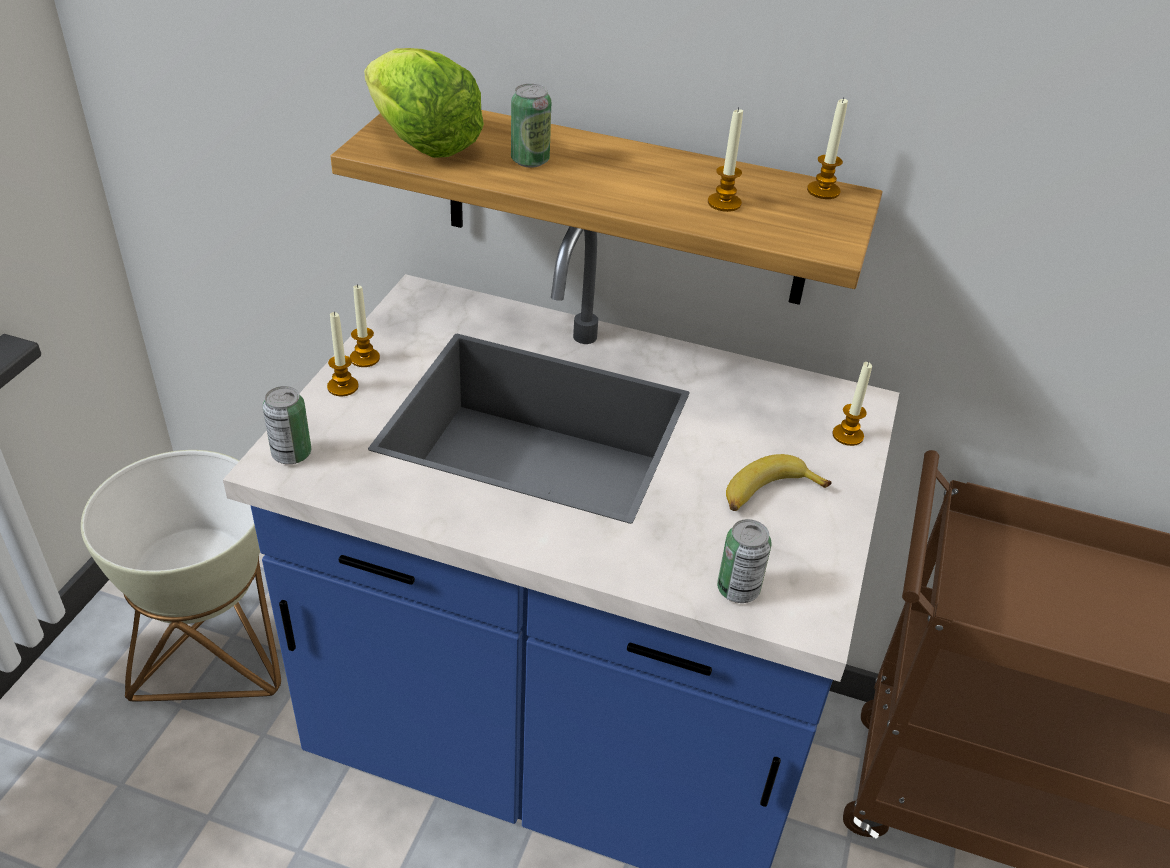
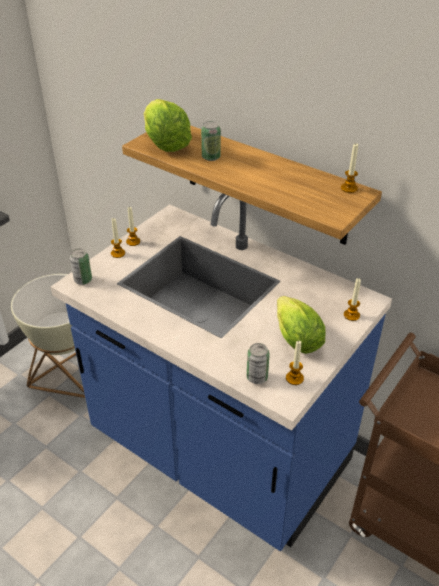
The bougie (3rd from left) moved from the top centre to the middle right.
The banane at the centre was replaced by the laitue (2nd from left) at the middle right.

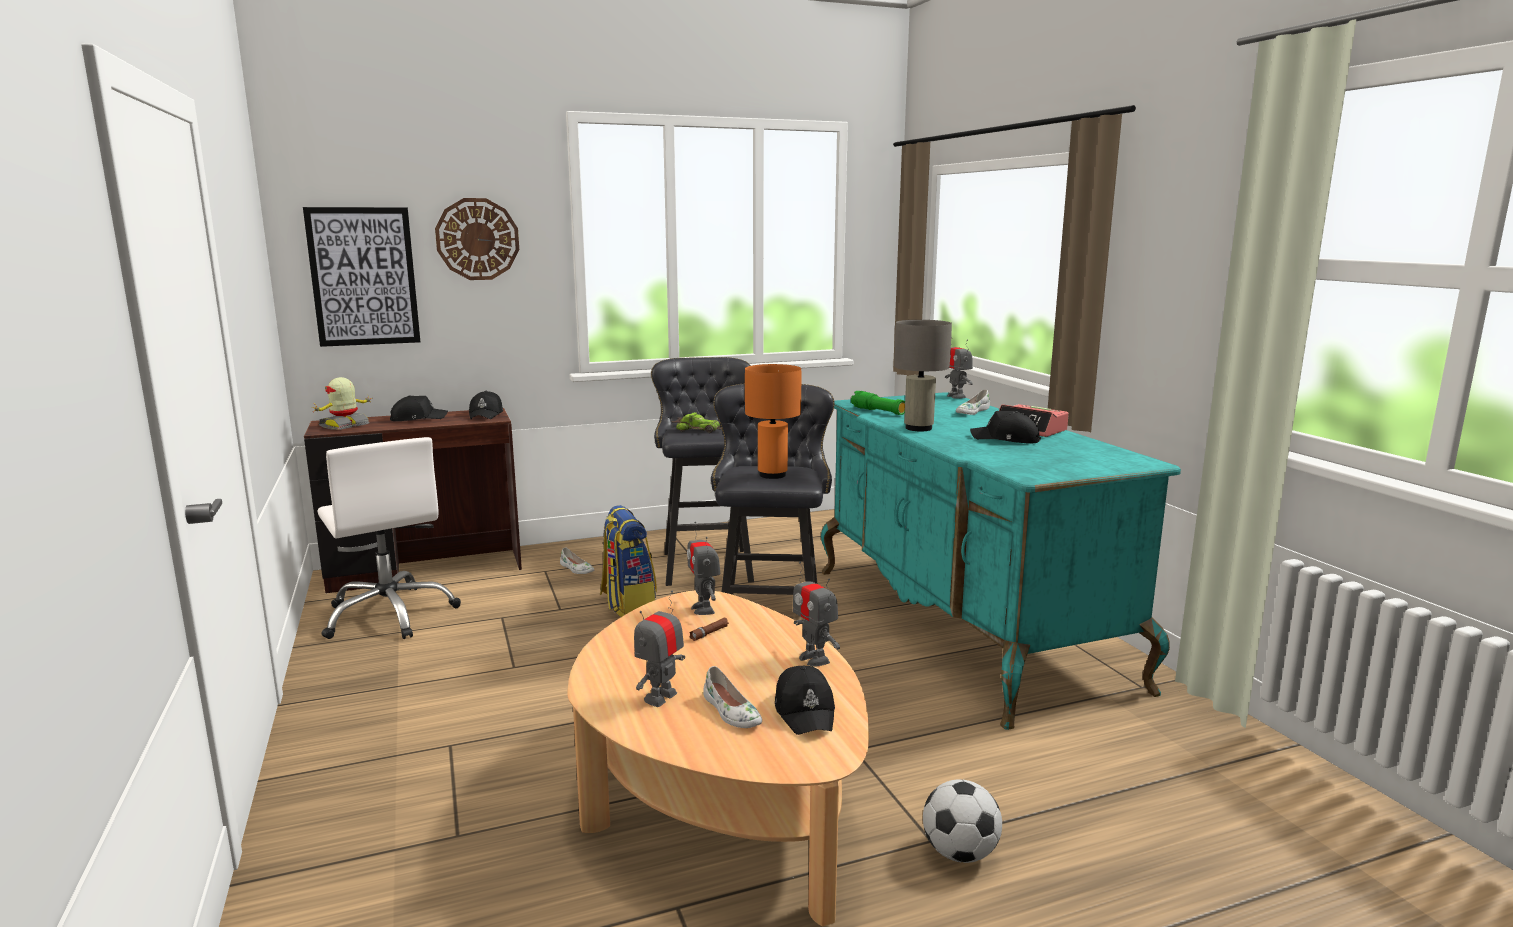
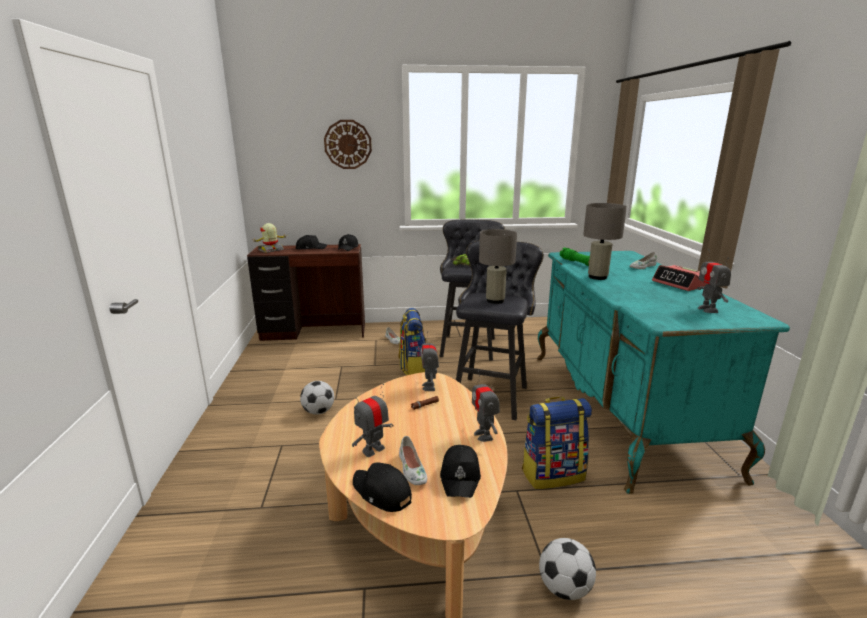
The tableau at the top left disappeared.
The chaise de bureau (blanc) at the middle left disappeared.
The lampe de table (orange) at the centre became the lampe de table (gris) (1st from left) at the centre.
The robot jouet (5th from left) moved from the centre to the middle right.
The casquette (noir) (4th from left in the first image) moved from the centre to the bottom centre.
The ballon de foot (1st from left) at the centre appeared.
The sac à dos (2nd from left) at the bottom centre appeared.

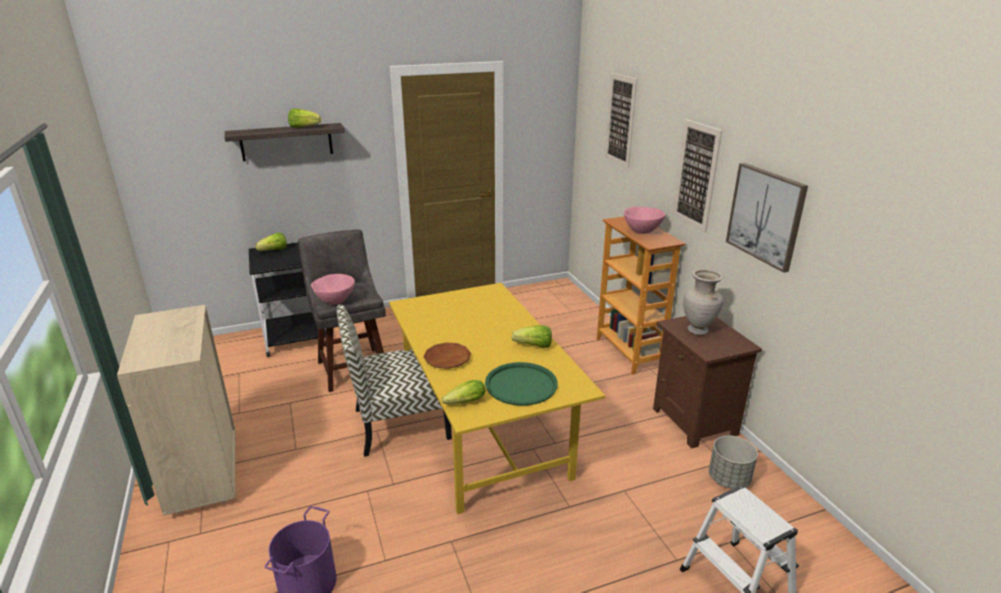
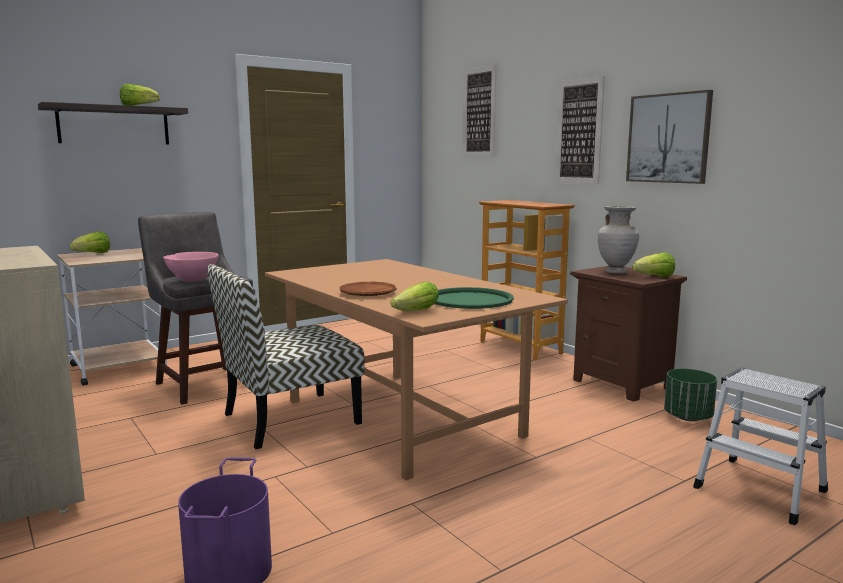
The chariot (noir) at the middle left became the chariot (beige) at the middle left.
The table à manger (jaune) at the bottom centre became the table à manger (marron) at the centre.
The laitue (4th from left) moved from the centre to the middle right.
The bol (rose) (2nd from left) at the centre disappeared.
The cache-pot (gris) at the bottom right became the cache-pot (vert) at the bottom right.

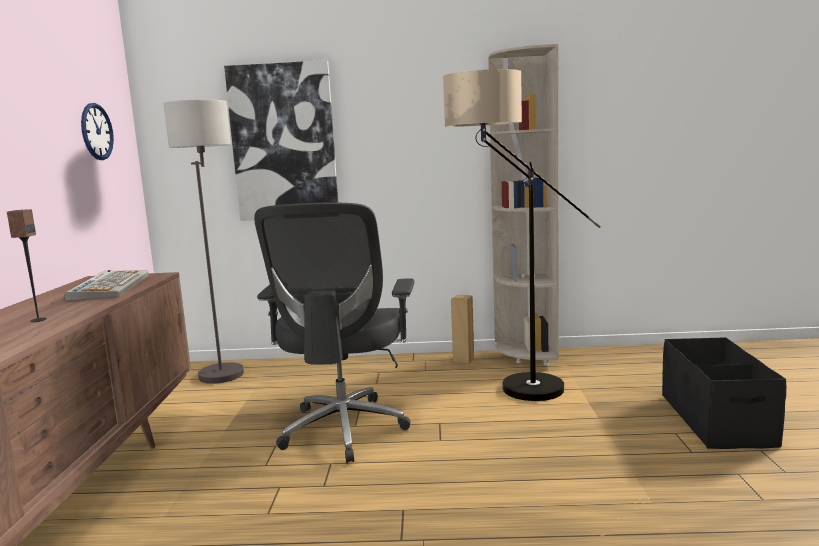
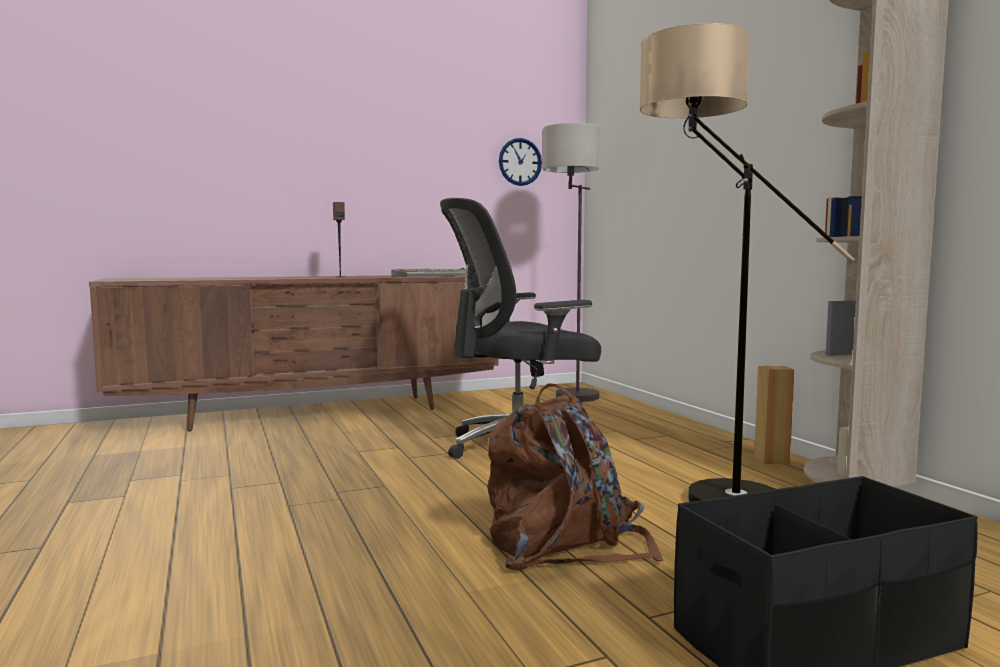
The tableau at the top centre disappeared.
The sac à dos (marron) at the bottom centre appeared.

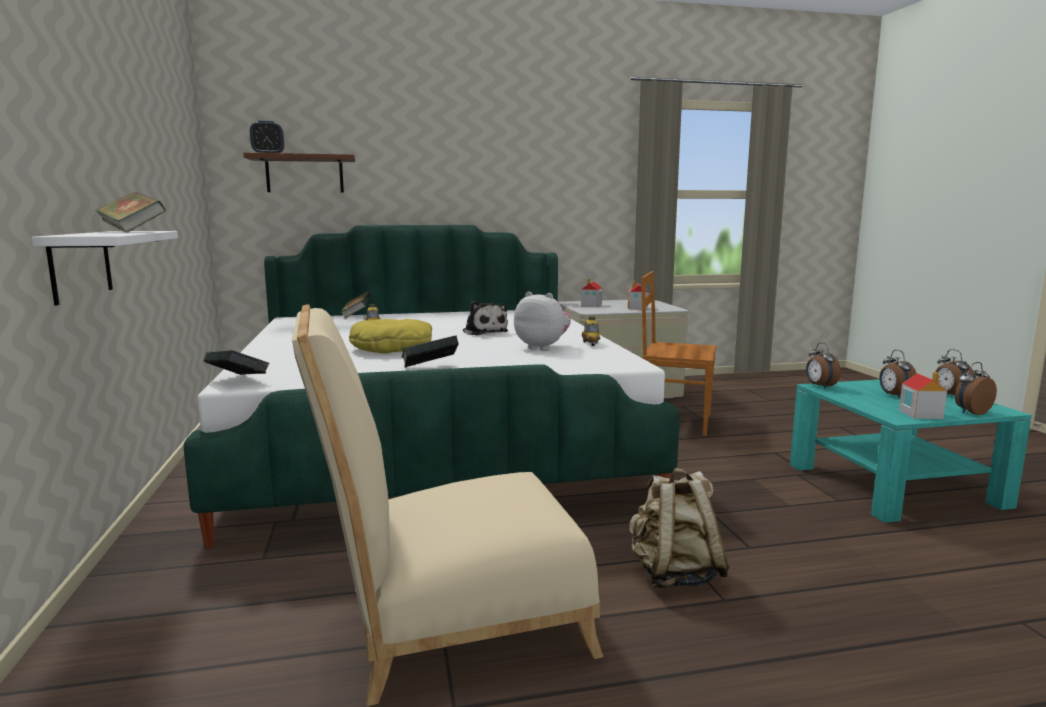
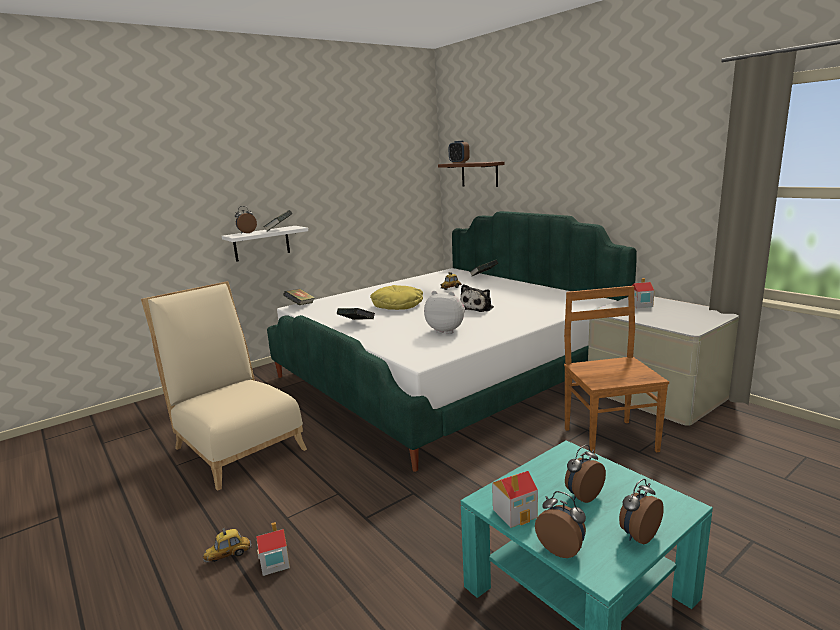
The peluche (2nd from left in the first image) at the centre turned 75 degrees counterclockwise.
The petite voiture (2nd from left in the first image) moved from the centre to the bottom left.
The maison miniature (2nd from left in the first image) moved from the centre to the bottom left.
The sac à dos (beige) at the bottom centre disappeared.
The réveil (2nd from left in the first image) moved from the middle right to the middle left.

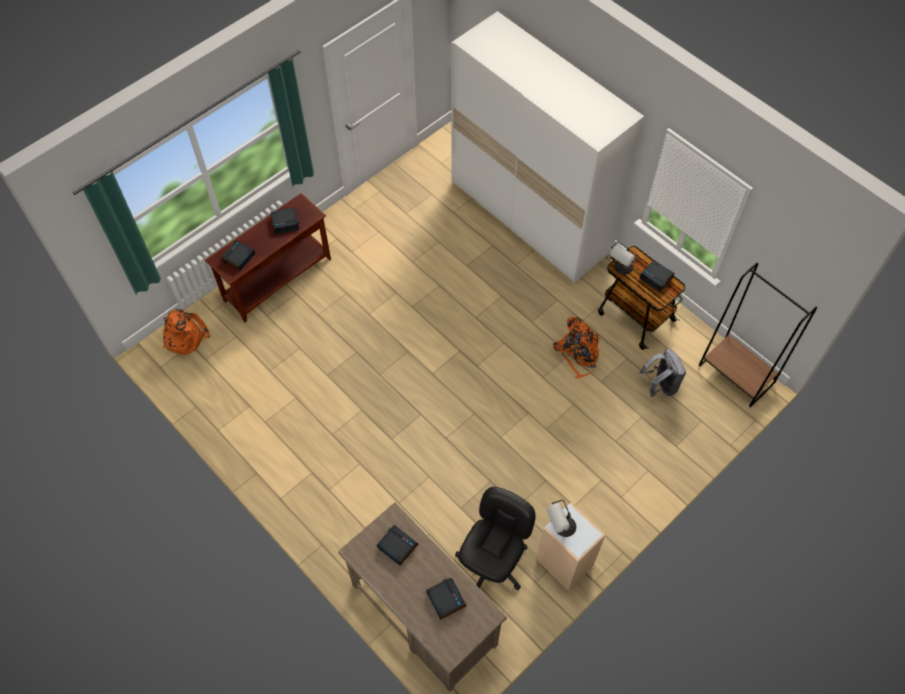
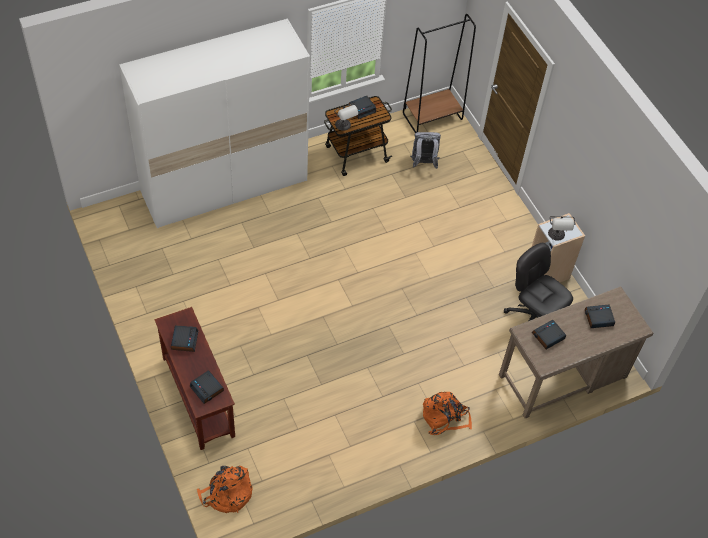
The sac à dos (orange) (2nd from left) moved from the centre to the bottom centre.

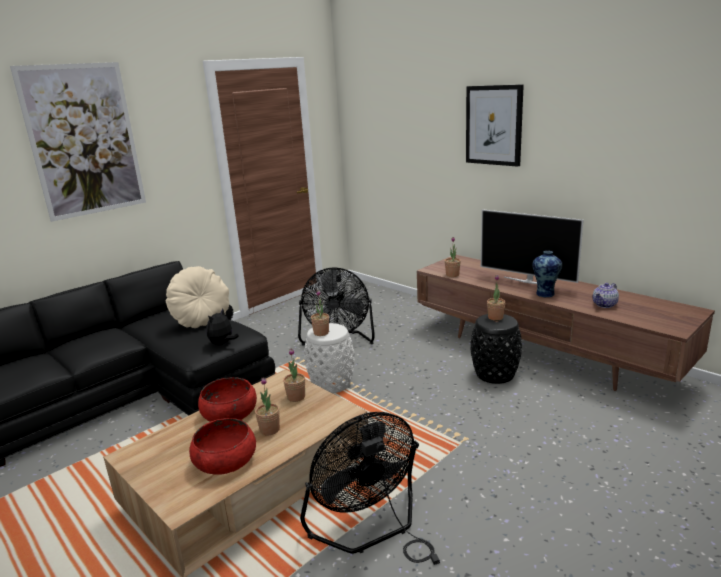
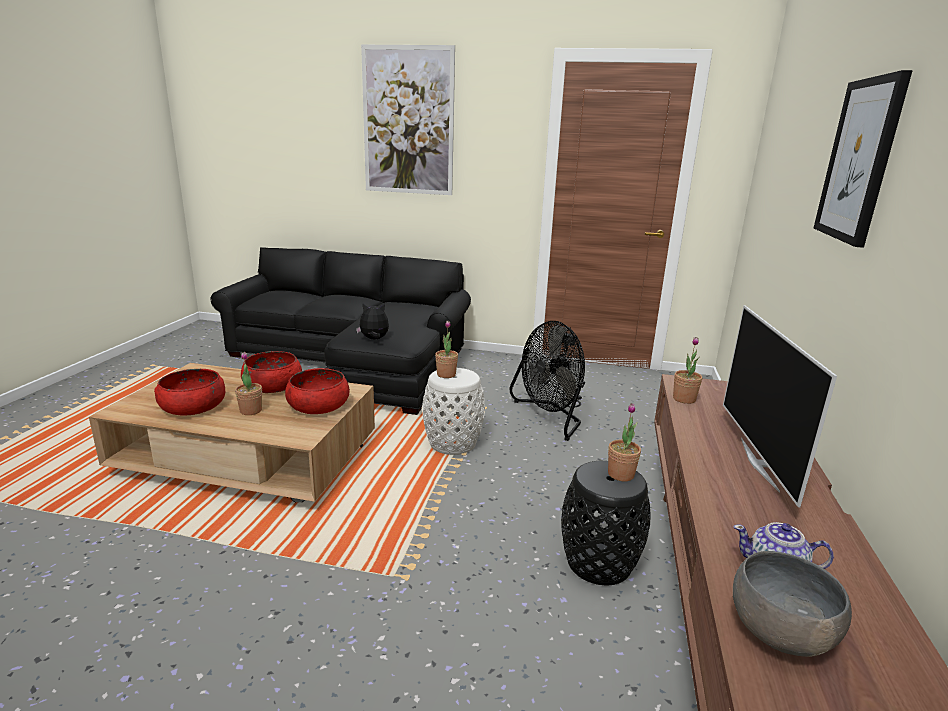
The coussin (beige) at the middle left disappeared.
The plante en pot (2nd from left) at the centre was replaced by the bol (rouge) (3rd from left) at the centre.
The ventilateur (noir) (2nd from left) at the bottom centre disappeared.
The vase at the middle right disappeared.
The bol (gris) at the bottom right appeared.

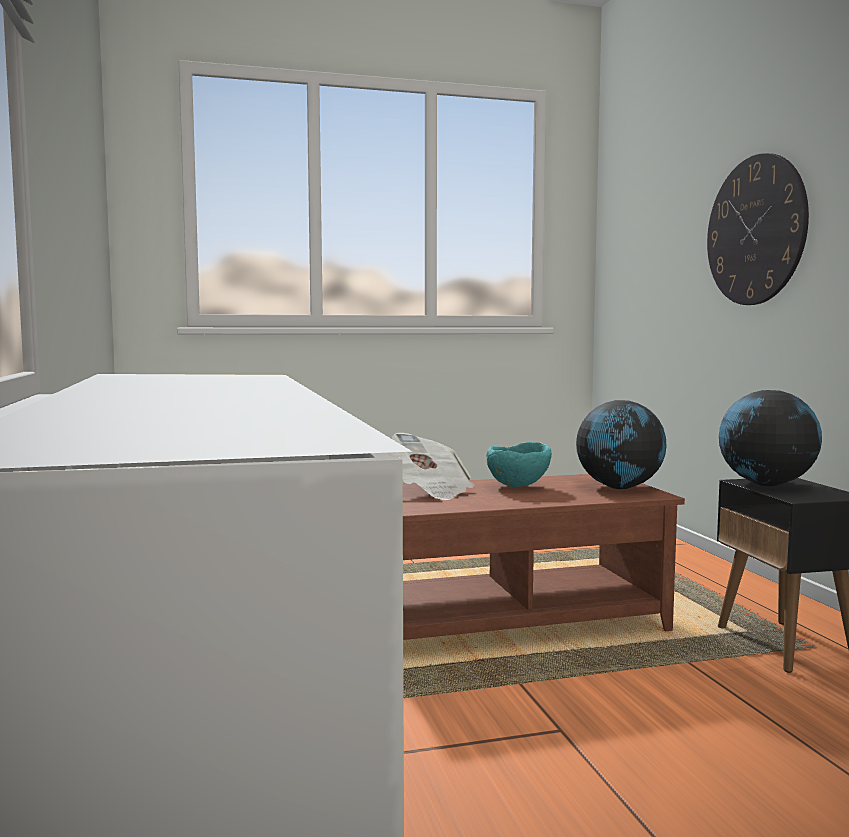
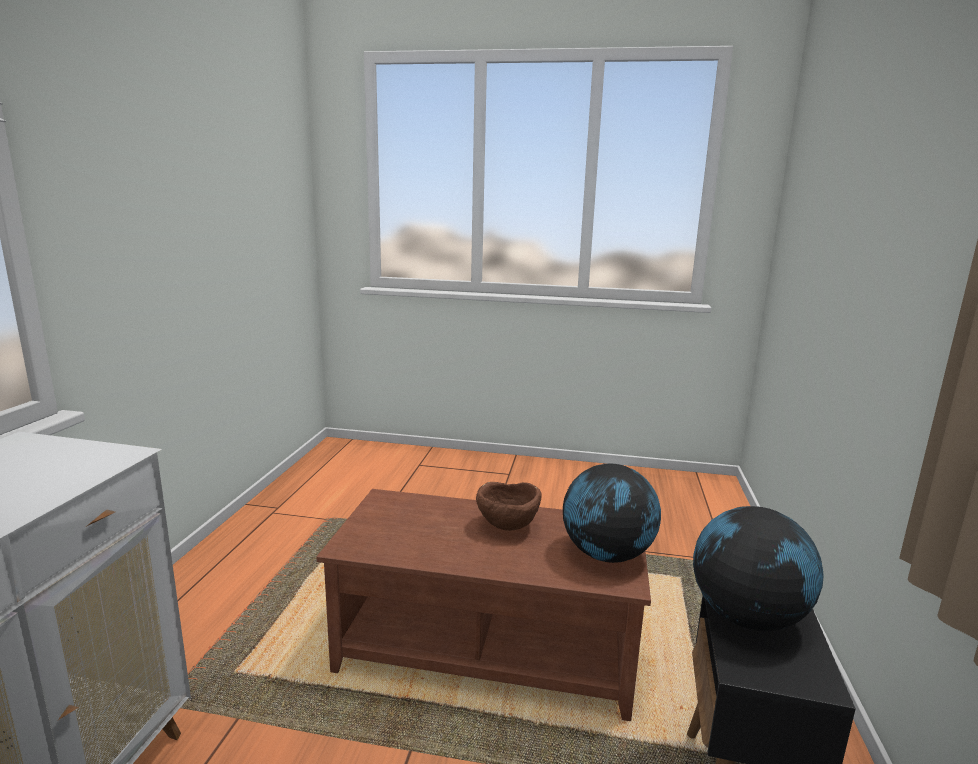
The journal at the centre disappeared.
The bol (turquoise) at the centre became the bol (marron) at the centre.
The horloge murale at the top right disappeared.

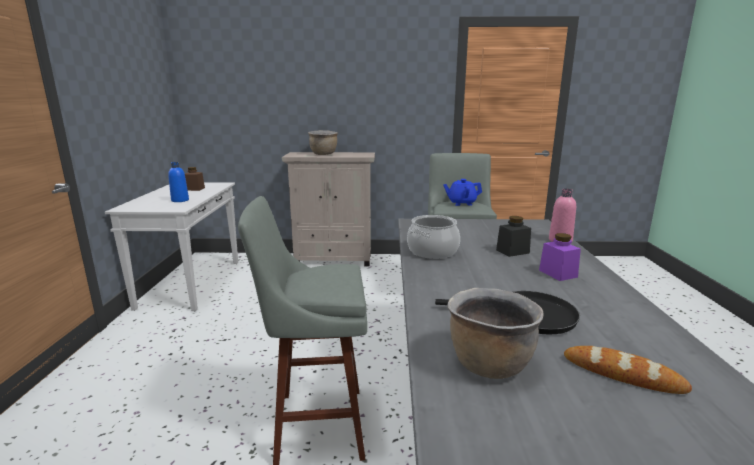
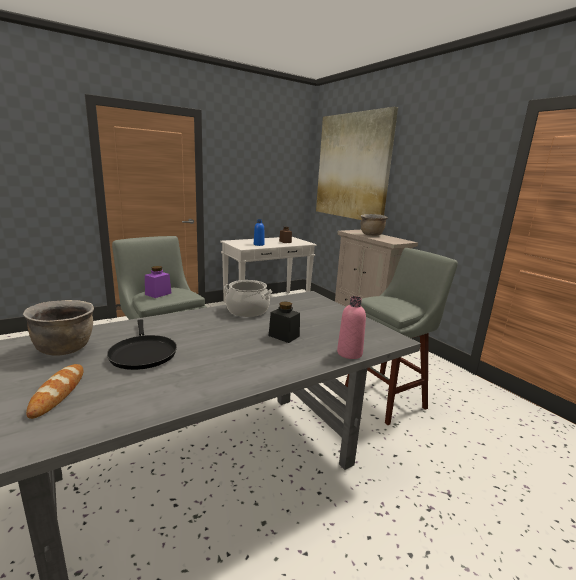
The théière (bleu) at the centre disappeared.
The bocal (violet) moved from the middle right to the middle left.
The tableau at the top centre appeared.

